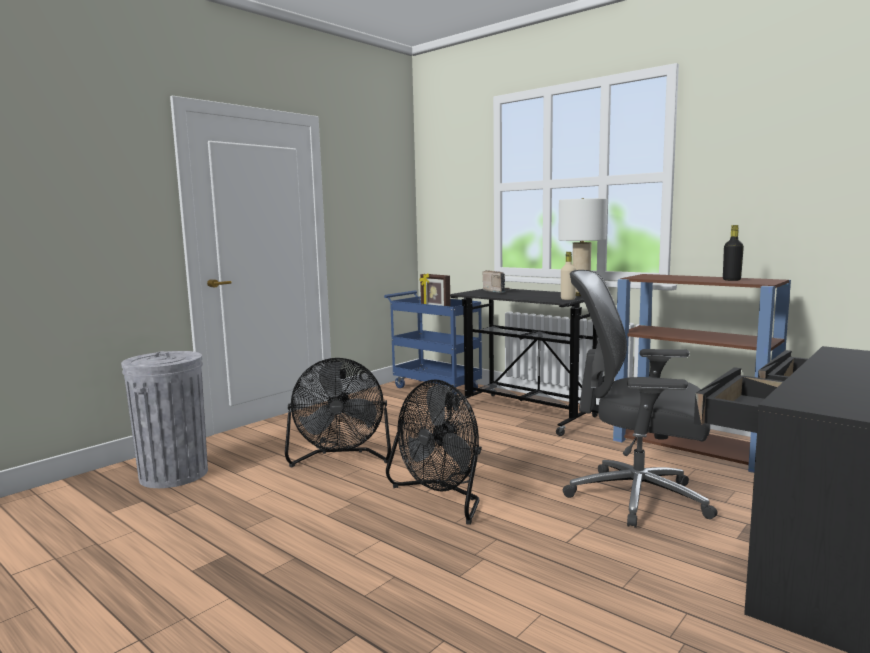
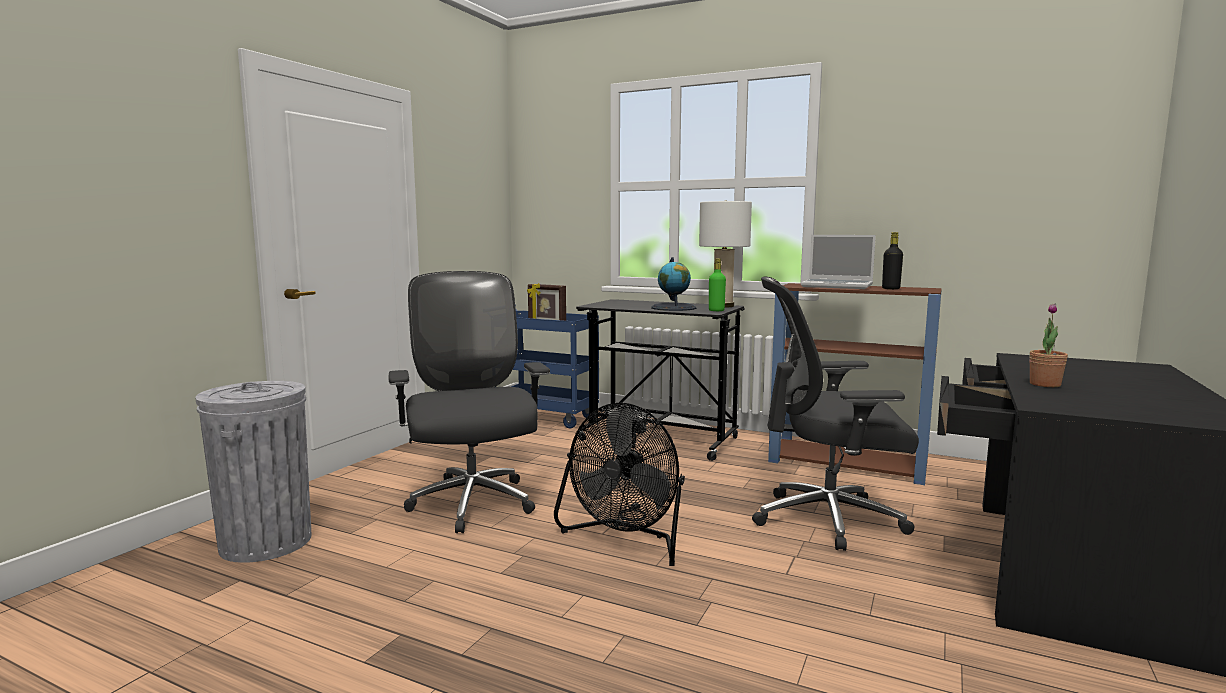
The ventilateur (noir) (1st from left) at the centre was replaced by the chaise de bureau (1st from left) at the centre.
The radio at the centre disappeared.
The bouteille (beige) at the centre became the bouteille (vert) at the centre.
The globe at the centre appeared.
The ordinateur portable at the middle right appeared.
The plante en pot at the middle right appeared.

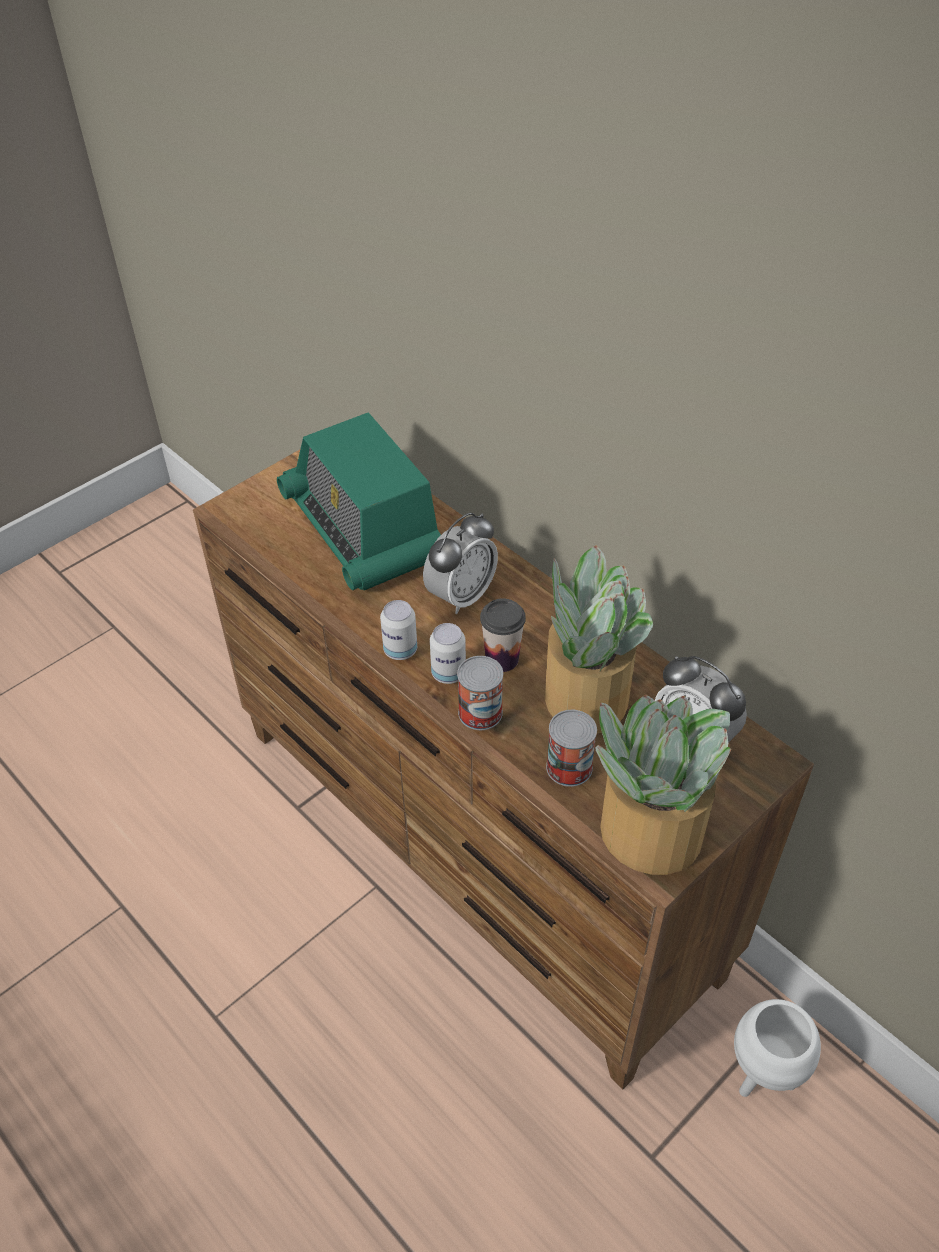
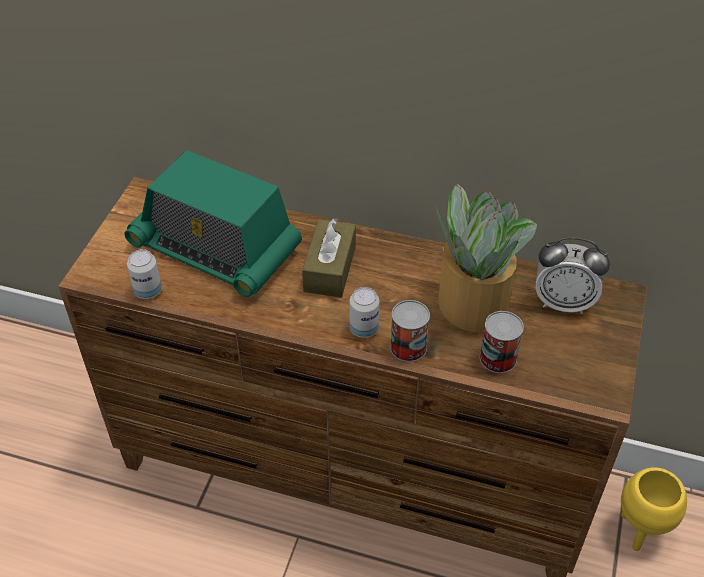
The boîte métallique (1st from left) moved from the centre to the middle left.
The réveil (1st from left) at the centre was replaced by the boîte à mouchoirs (marron) at the centre.
The tasse at the centre disappeared.
The plante en pot (2nd from left) at the middle right disappeared.
The cache-pot (blanc) at the bottom right became the cache-pot (jaune) at the bottom right.

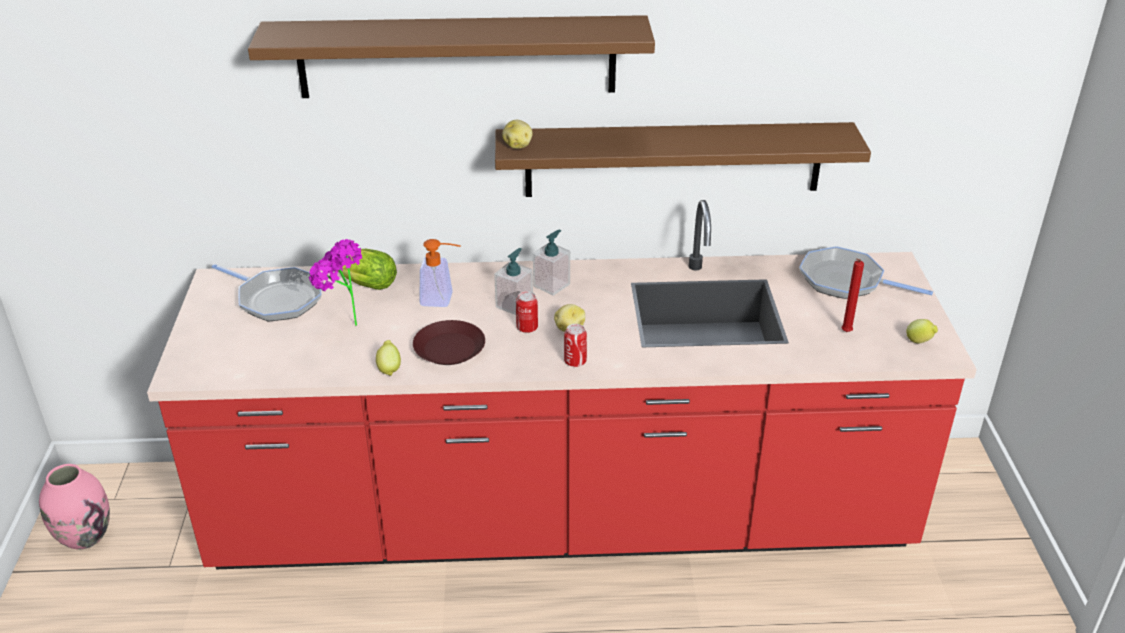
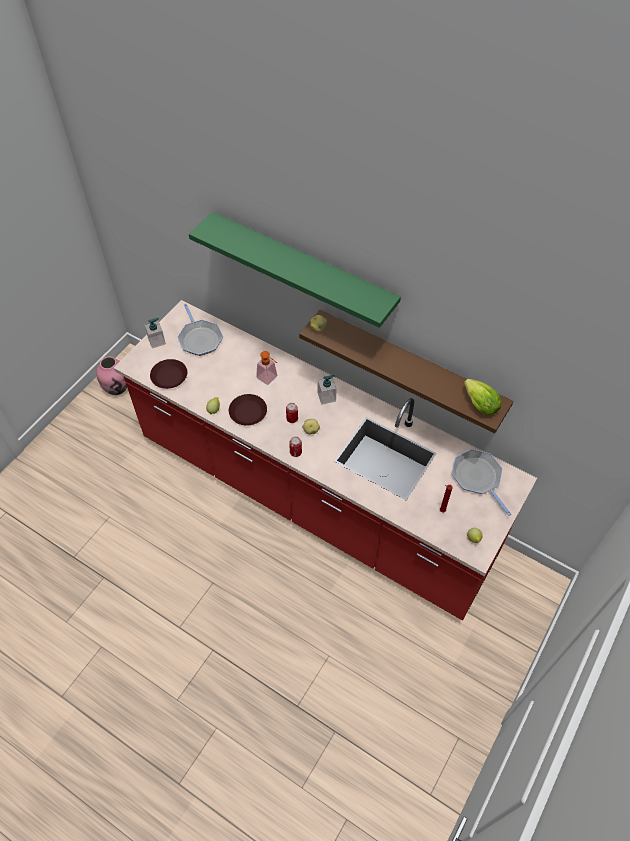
The étagère (marron) (1st from left) at the top centre became the étagère (vert) at the top centre.
The plante en pot at the middle left disappeared.
The laitue moved from the middle left to the middle right.
The distributeur de savon (2nd from left in the first image) moved from the centre to the middle left.
The assiette (marron) (1st from left) at the middle left appeared.

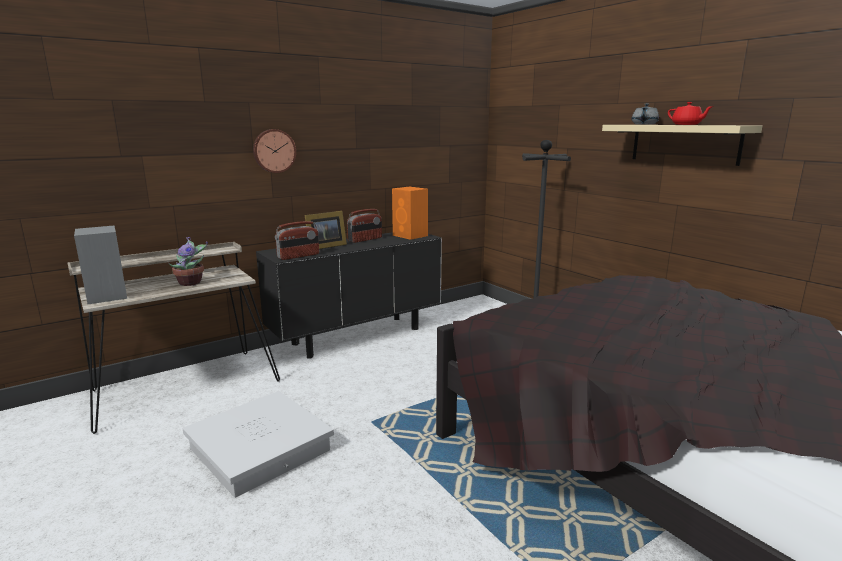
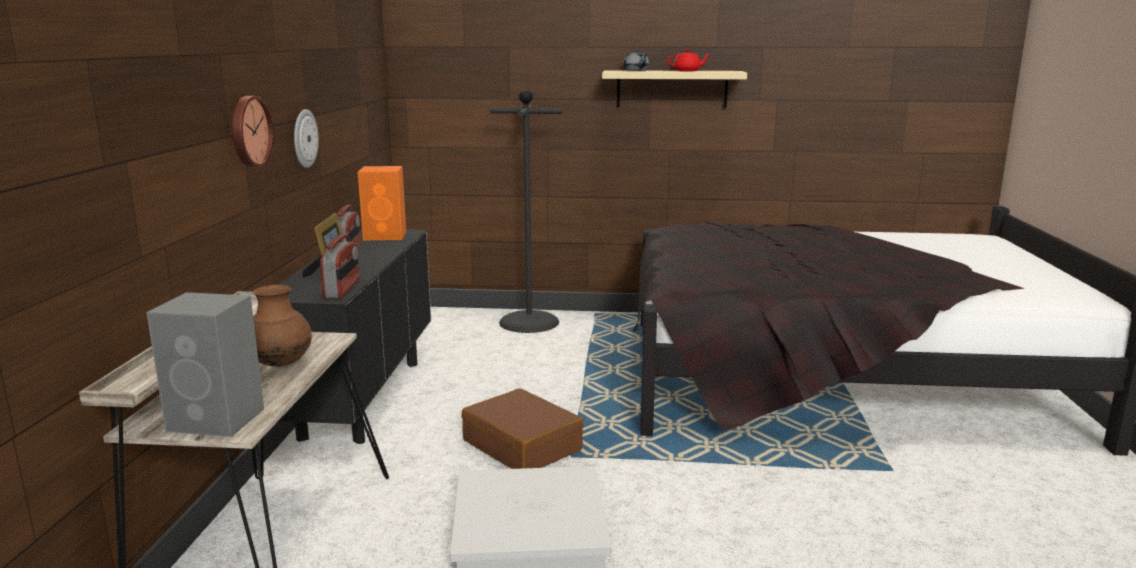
The plante en pot at the middle left was replaced by the vase (marron) at the middle left.
The horloge murale (2nd from left) at the top left appeared.
The valise (marron) at the bottom centre appeared.

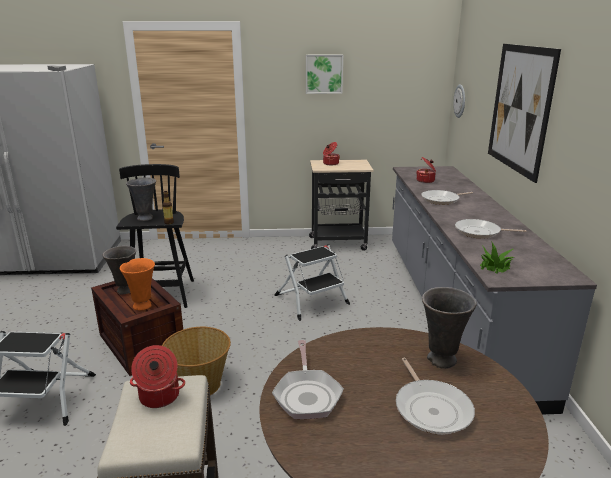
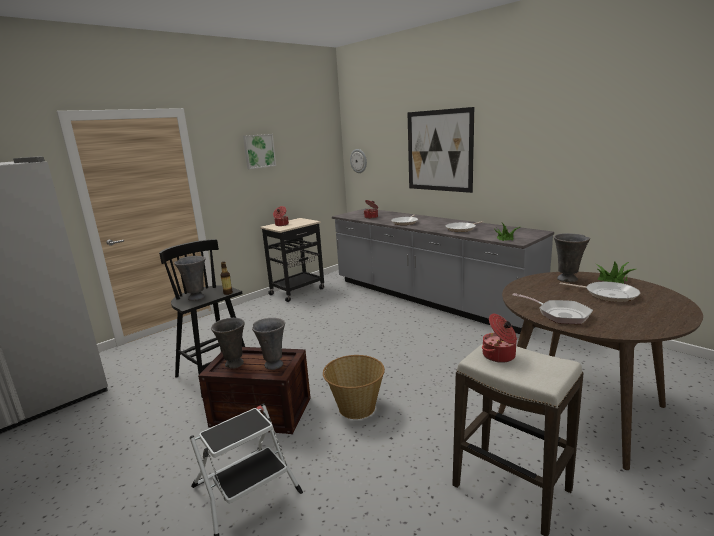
The vase (orange) at the middle left became the vase (gris) (3rd from left) at the centre.
The escabeau (2nd from left) at the centre disappeared.
The plante en pot (2nd from left) at the middle right appeared.

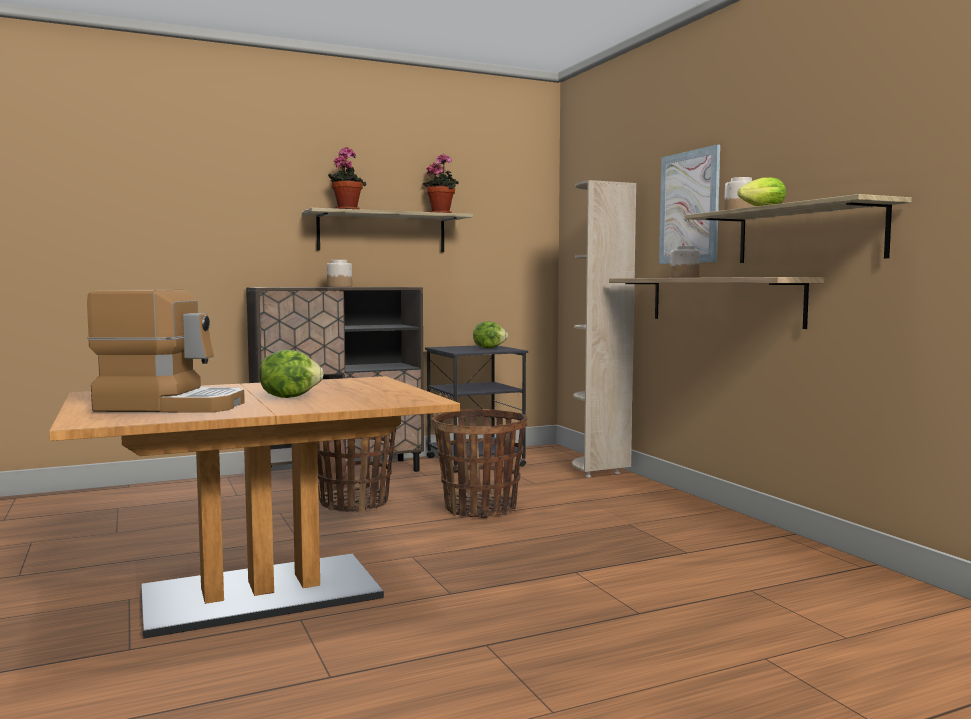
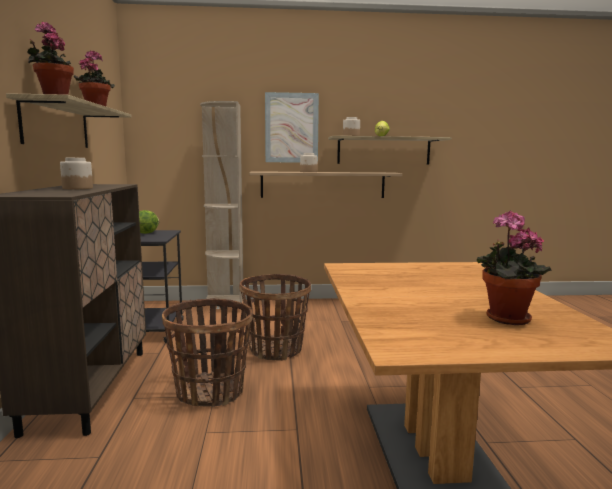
The machine à café at the middle left was replaced by the plante en pot (3rd from left) at the middle right.
The laitue (1st from left) at the middle left disappeared.

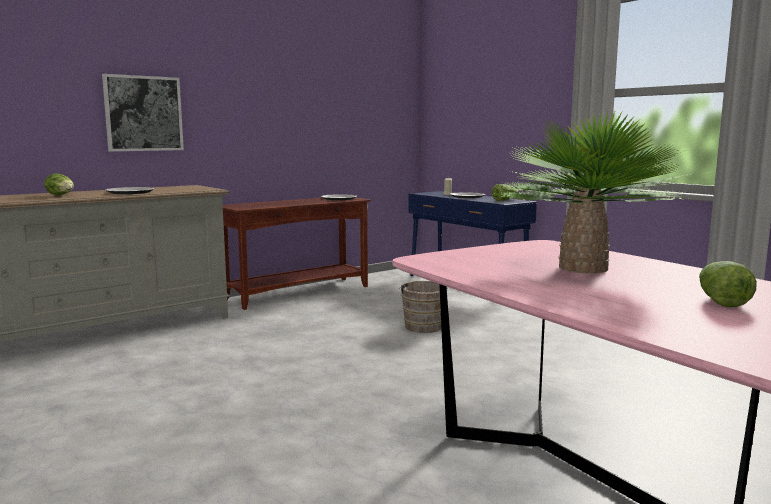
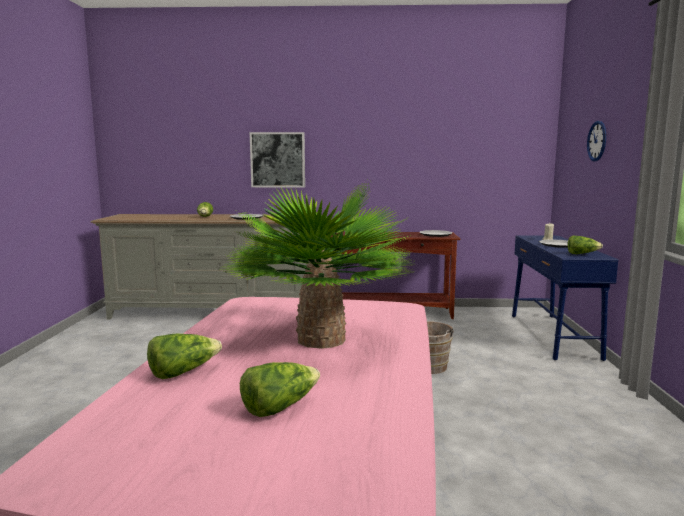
The laitue (1st from left) at the bottom left appeared.
The horloge murale at the top right appeared.

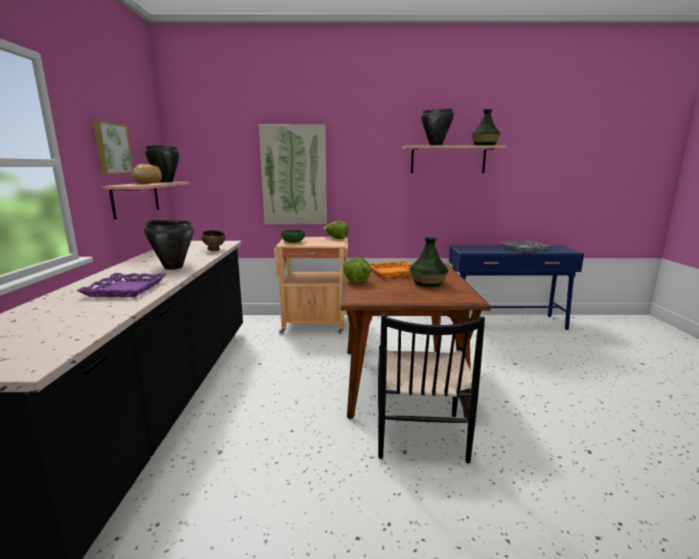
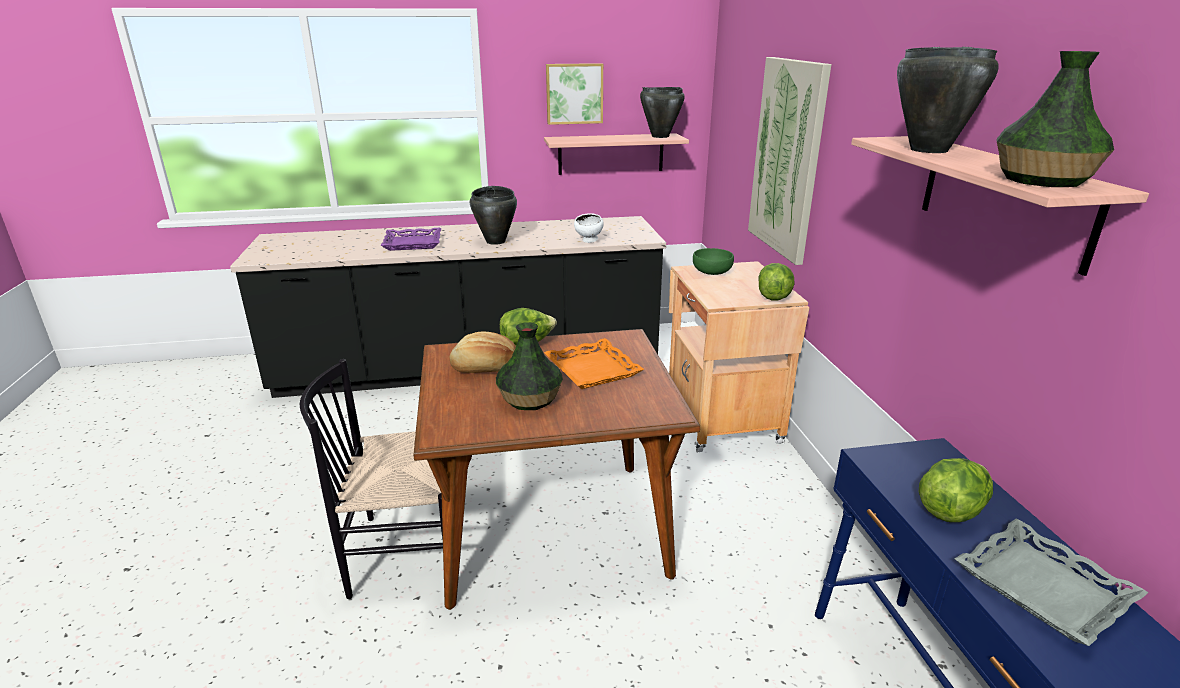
The pain moved from the top left to the centre.
The bol (marron) at the middle left became the bol (blanc) at the top centre.
The laitue (3rd from left) at the bottom right appeared.

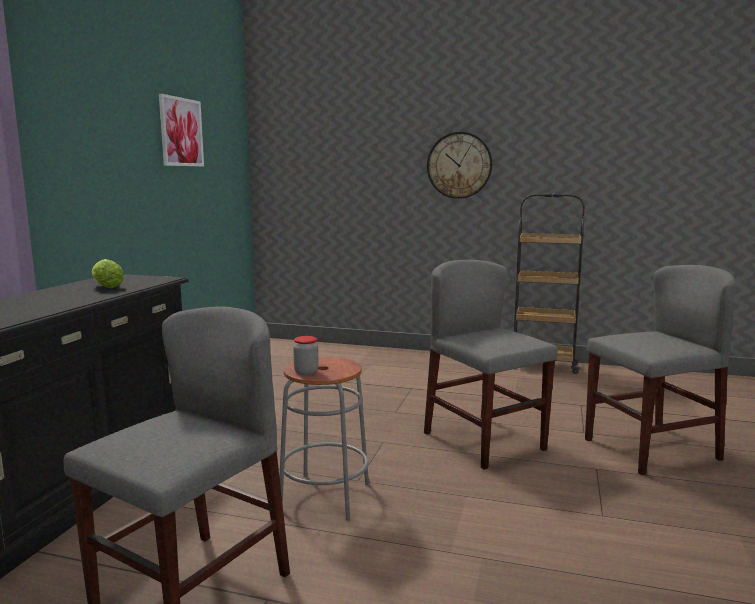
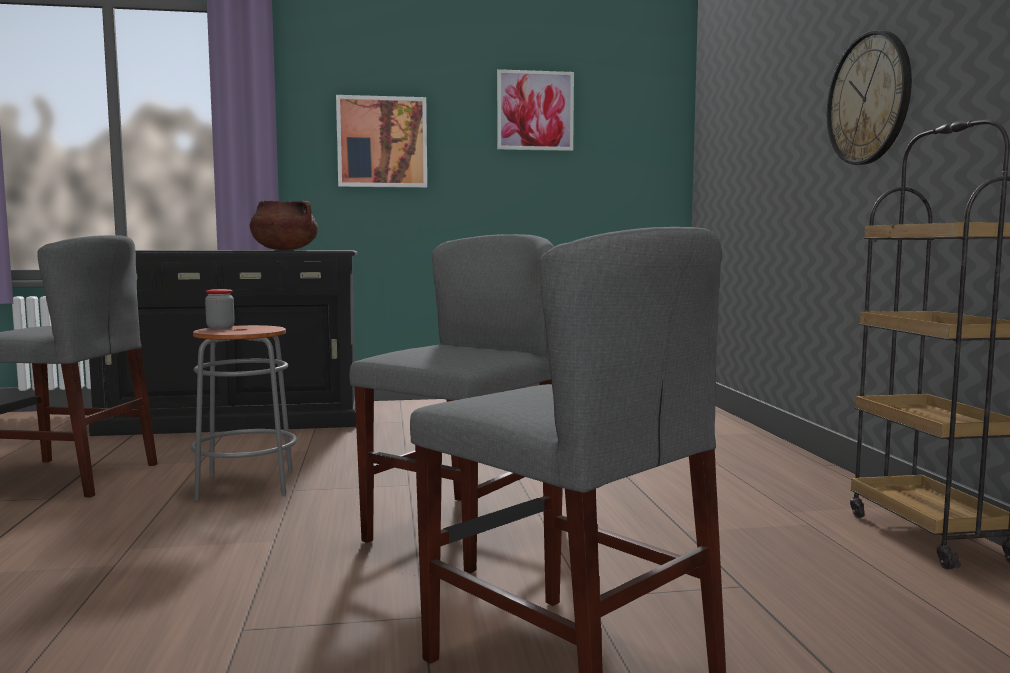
The laitue at the middle left was replaced by the marmite (marron) at the middle left.
The tableau (1st from left) at the top centre appeared.

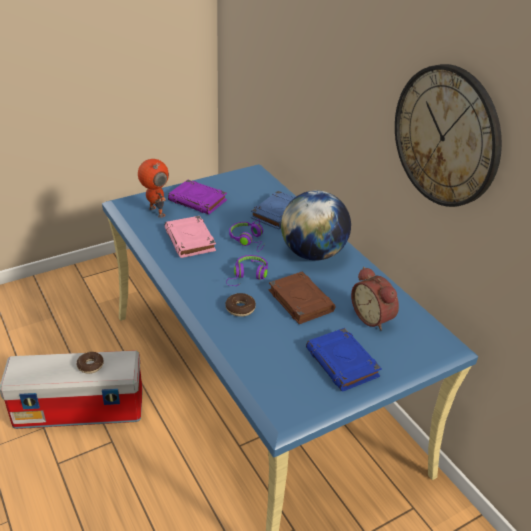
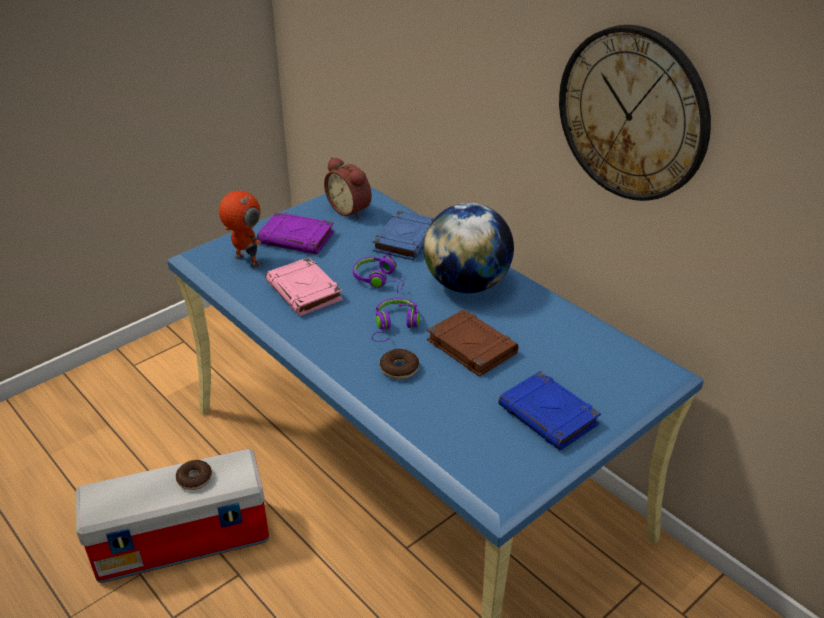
The réveil moved from the middle right to the top centre.

